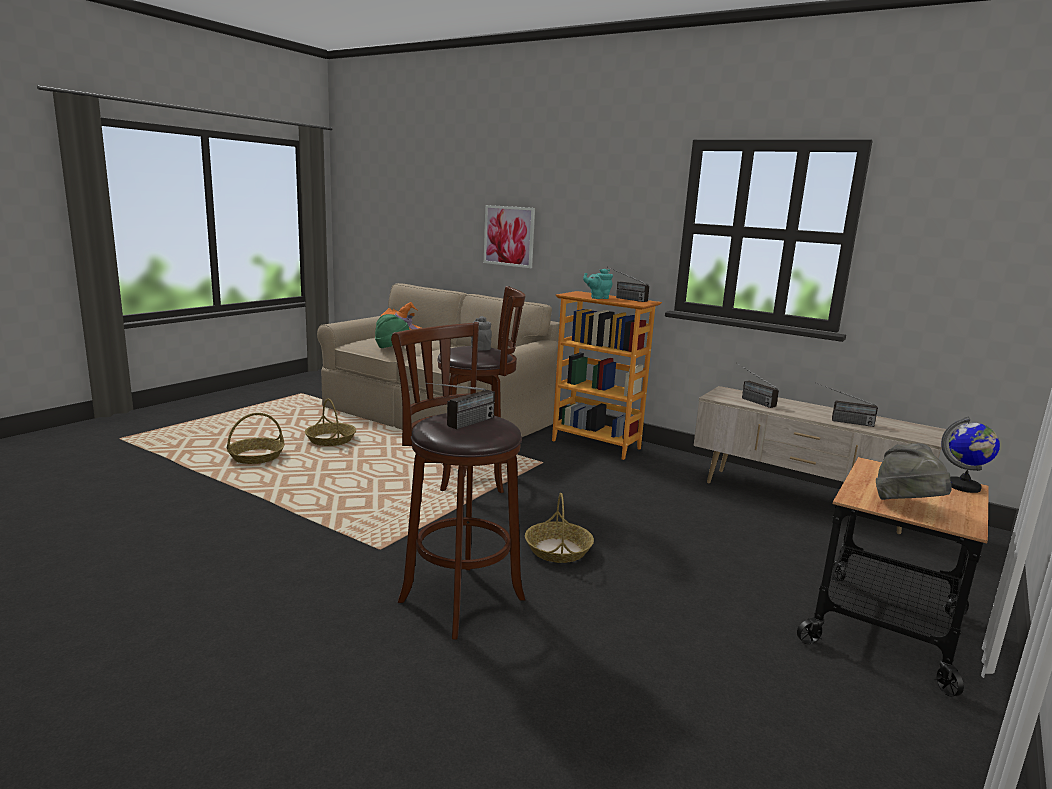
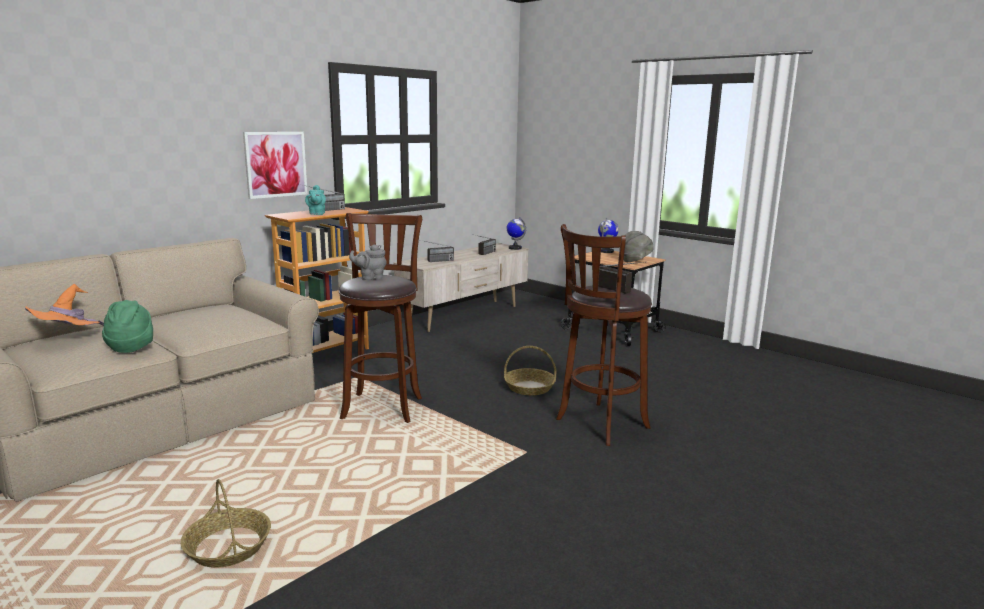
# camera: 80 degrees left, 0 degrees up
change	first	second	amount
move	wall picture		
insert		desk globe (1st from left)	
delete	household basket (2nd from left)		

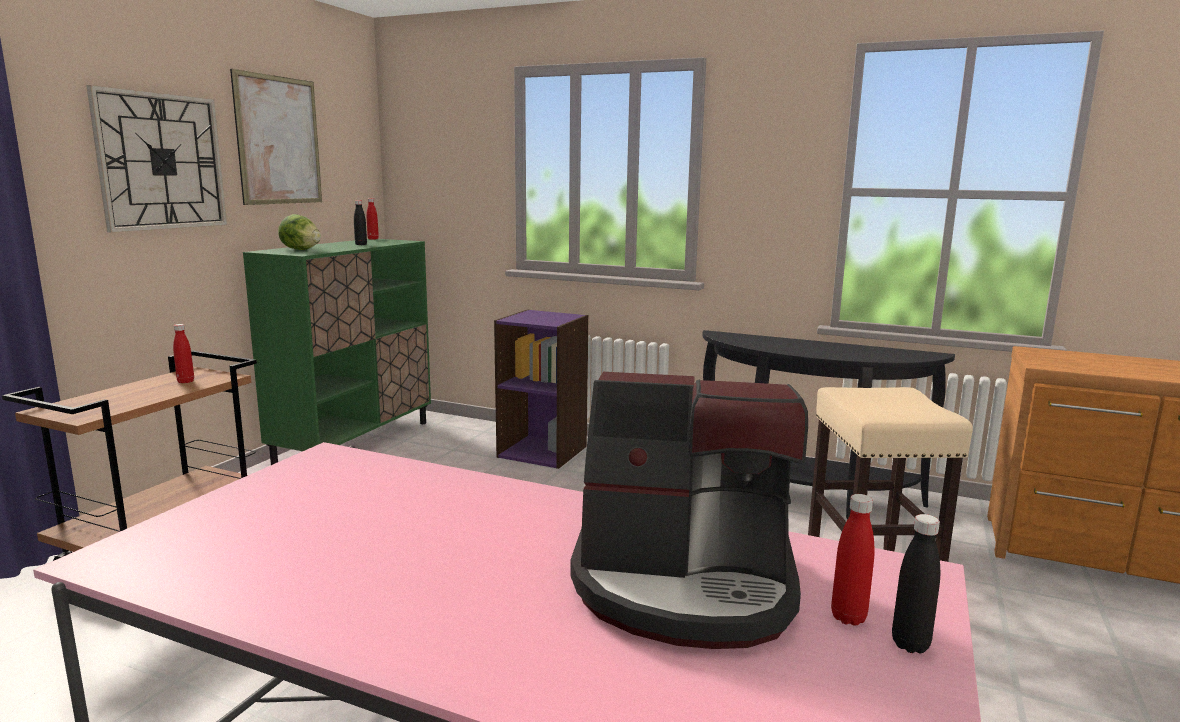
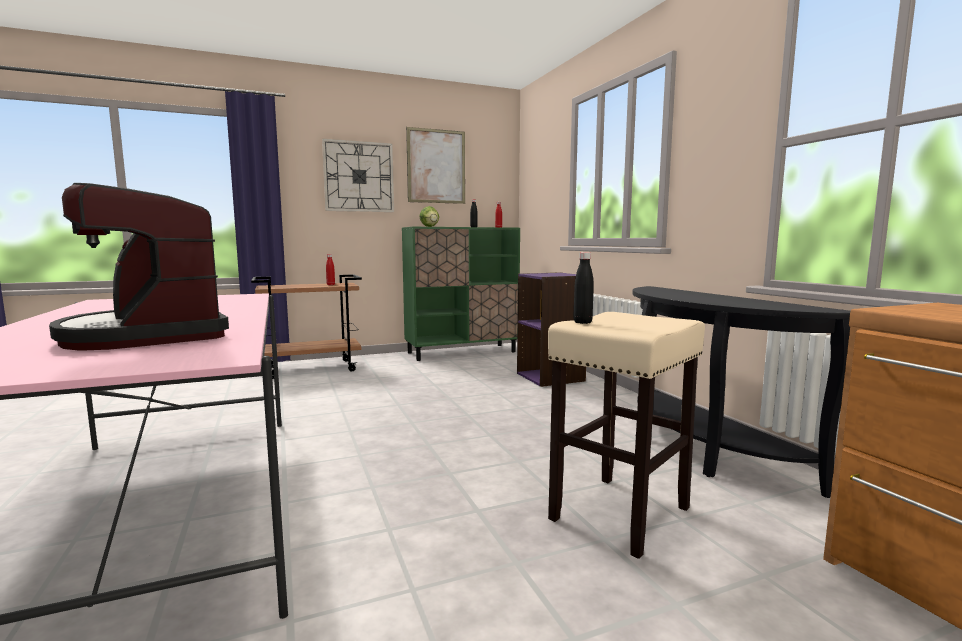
# camera: 45 degrees right, 5 degrees down
change	first	second	amount
move	black-coloured bottle (2nd from left)		
delete	red-coloured bottle (3rd from left)		

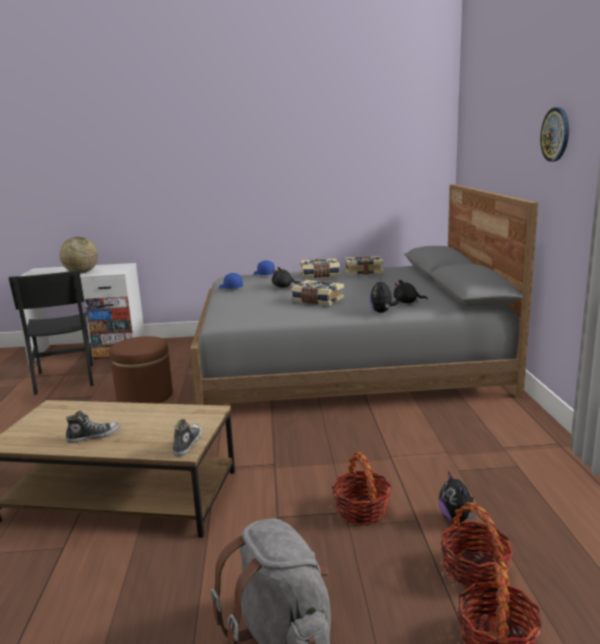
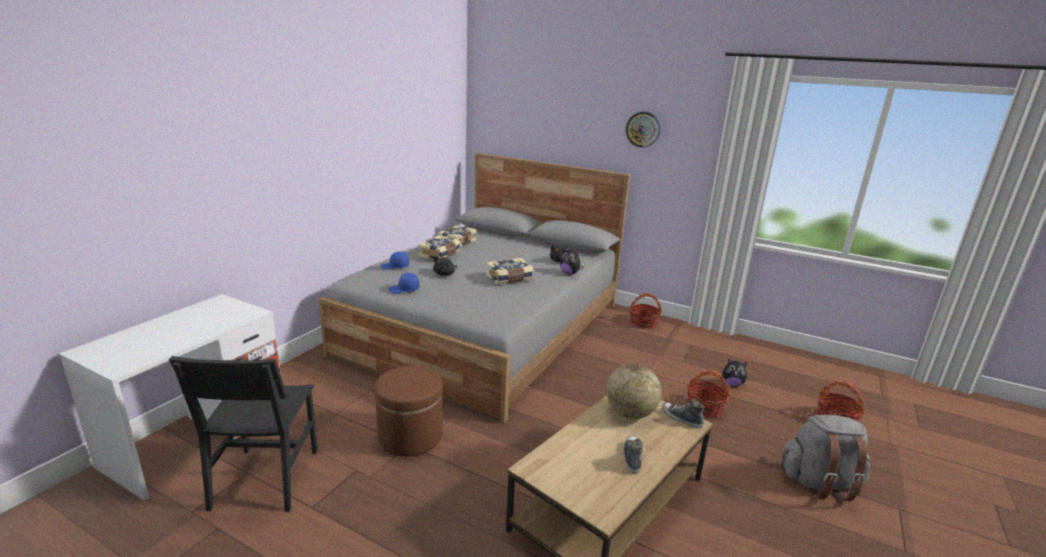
# camera: 60 degrees left, 5 degrees up
change	first	second	amount
rotate	black-coloured chair		75 degrees clockwise
move	desk globe		
move	household basket (2nd from left in the first image)	household basket (1st from left)	

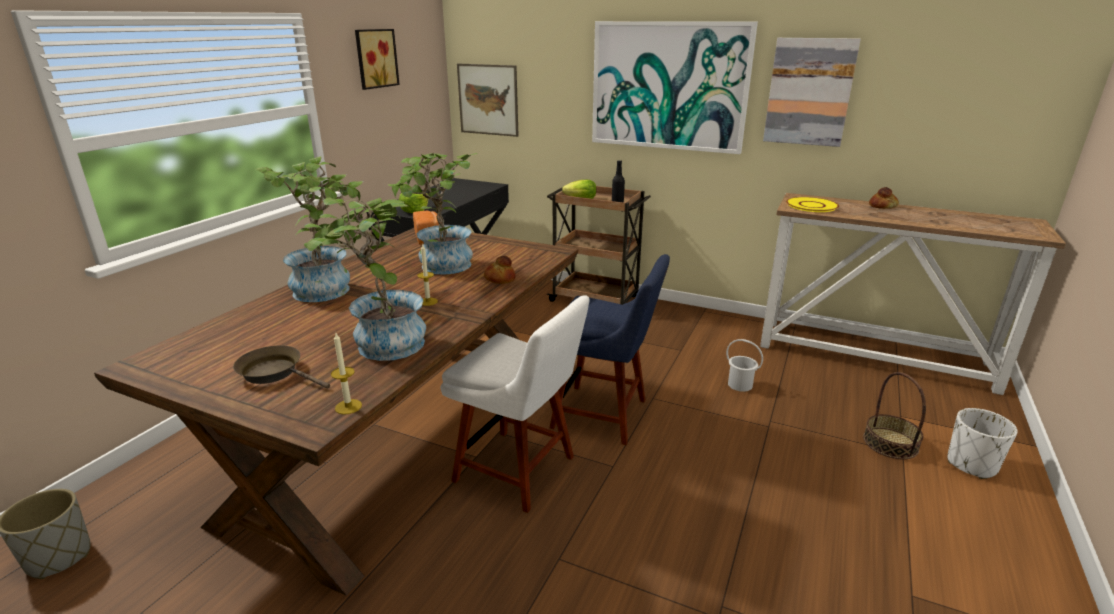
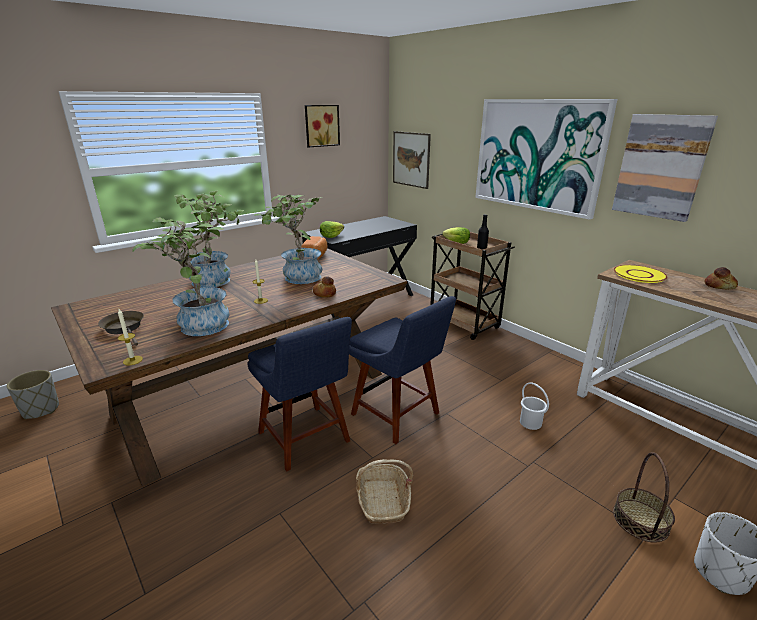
# camera: 25 degrees right, 0 degrees up
change	first	second	amount
recolor	white-coloured chair	blue-coloured chair (1st from left)	
insert		household basket (1st from left)	

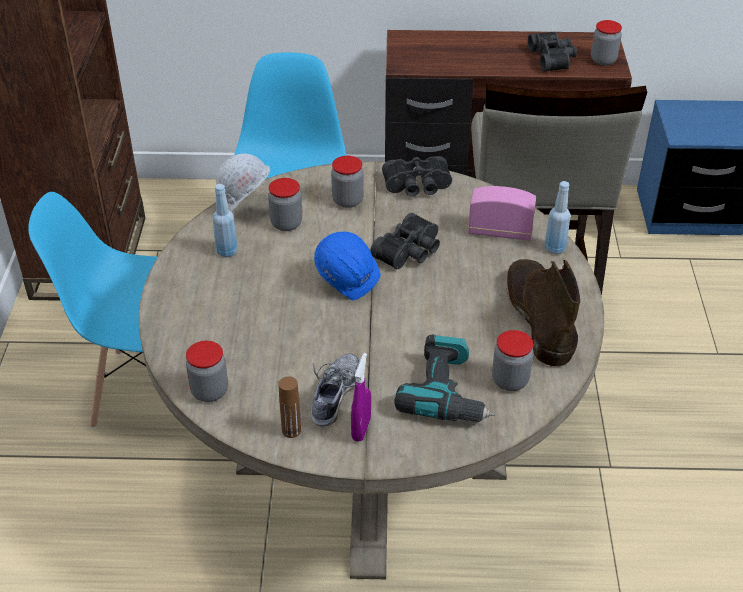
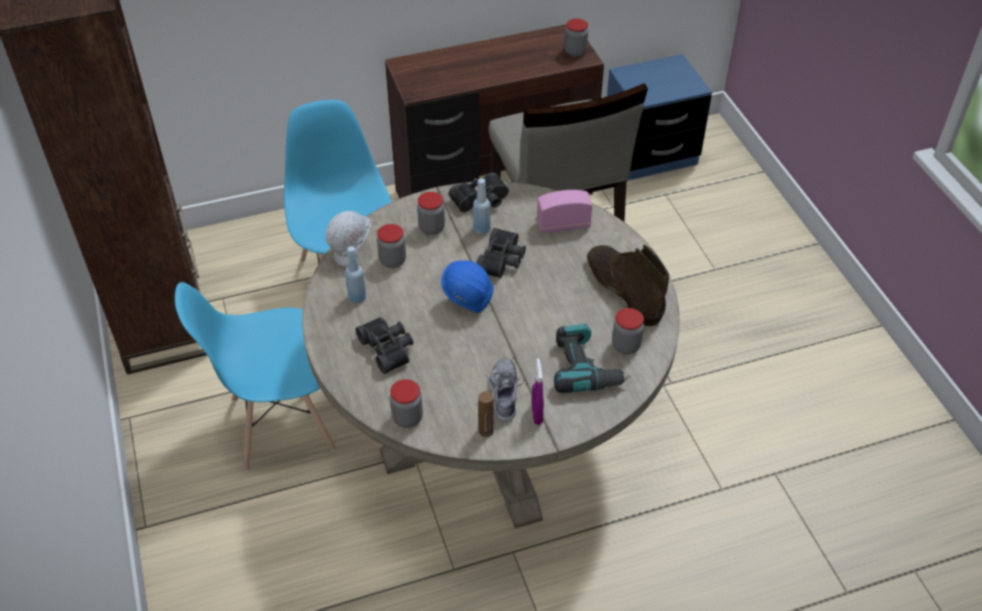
# camera: 20 degrees left, 5 degrees up
change	first	second	amount
move	black-coloured binoculars (3rd from left in the first image)	black-coloured binoculars (1st from left)	
move	blue-coloured bottle (2nd from left)		

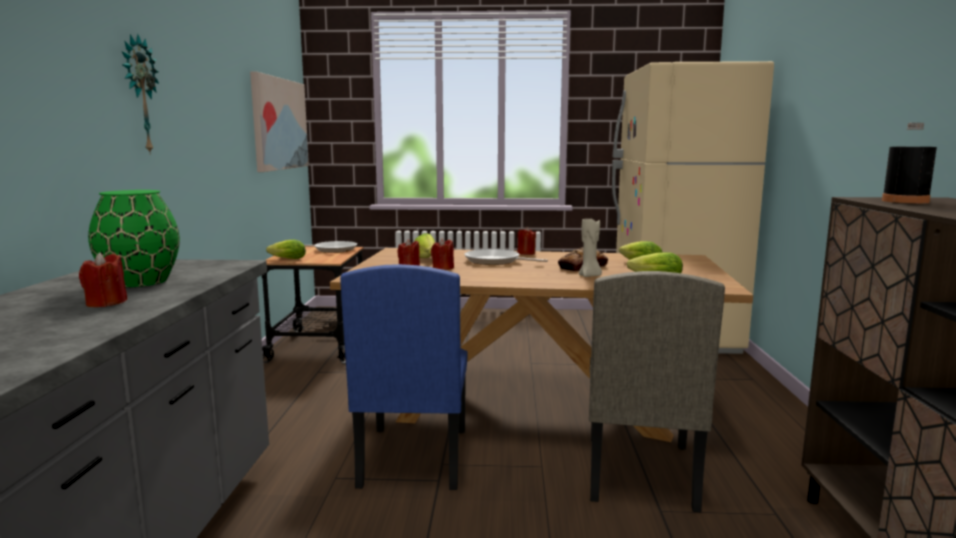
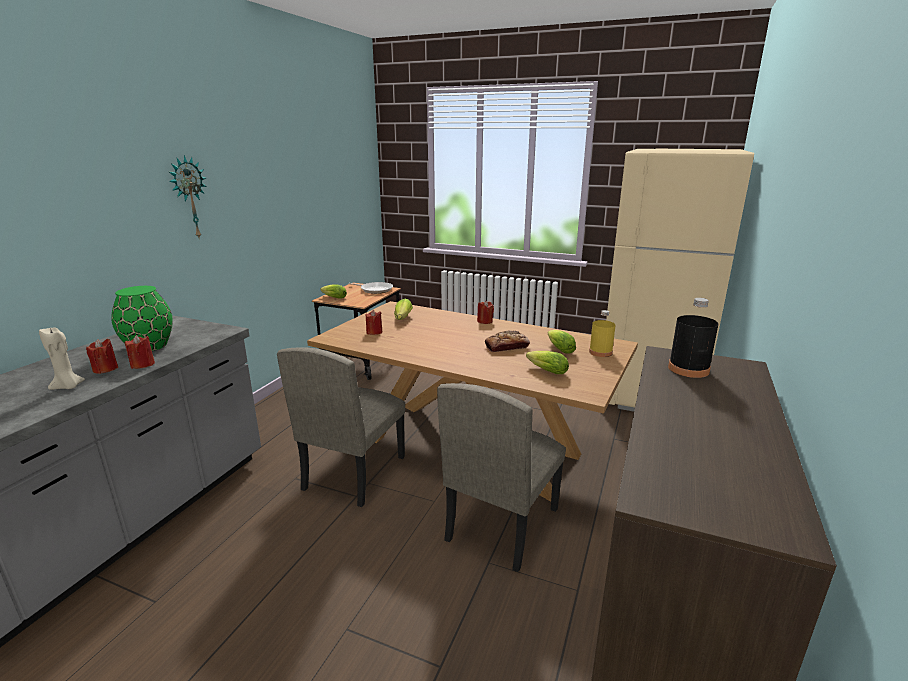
# camera: 20 degrees right, 10 degrees up
change	first	second	amount
move	beige-coloured wax candle		
move	red-coloured wax candle (3rd from left in the first image)	red-coloured wax candle (2nd from left)	
recolor	blue-coloured chair	beige-coloured chair (1st from left)	
insert		yellow bottle	
delete	wall picture		
delete	pan (2nd from left)		

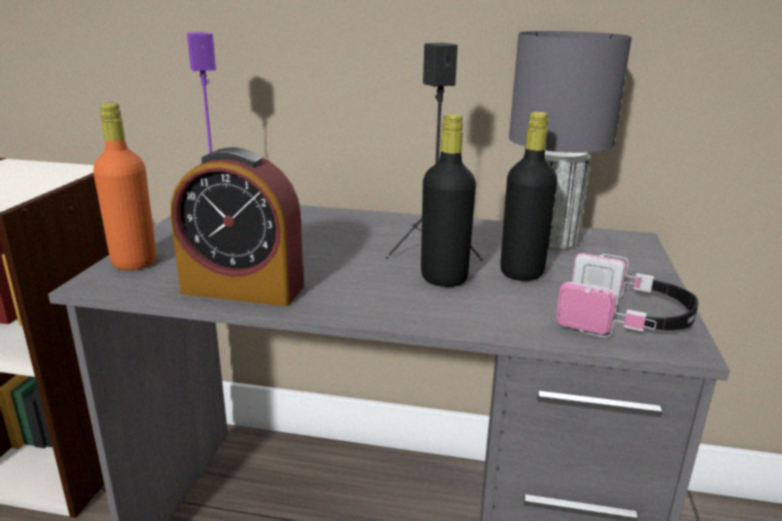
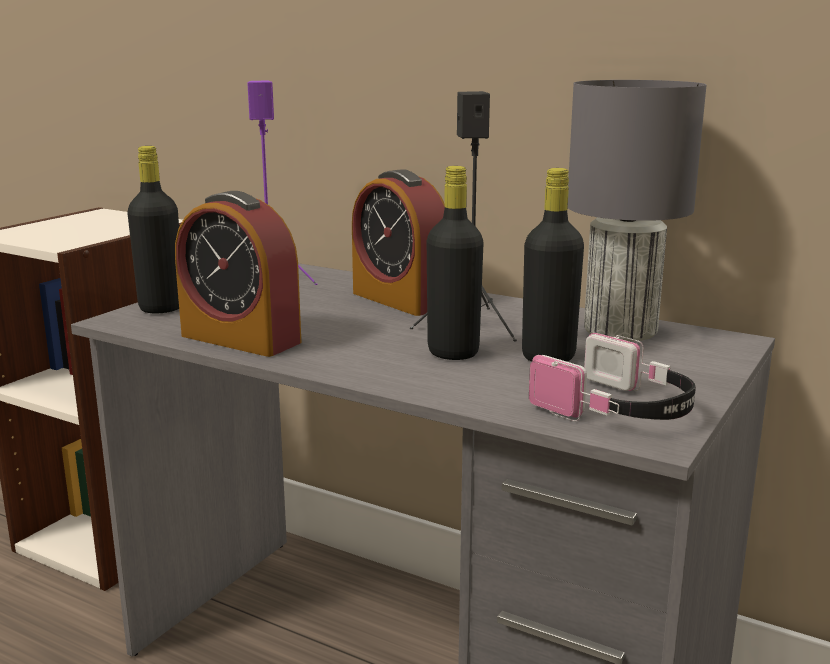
# camera: 20 degrees right, 5 degrees down
change	first	second	amount
recolor	orange bottle	black-coloured bottle (1st from left)	
insert		table clock (2nd from left)	

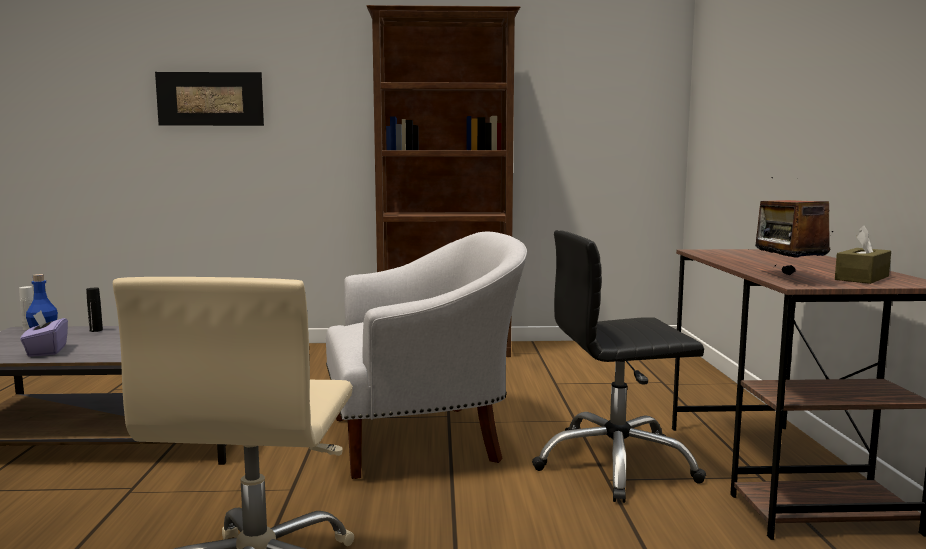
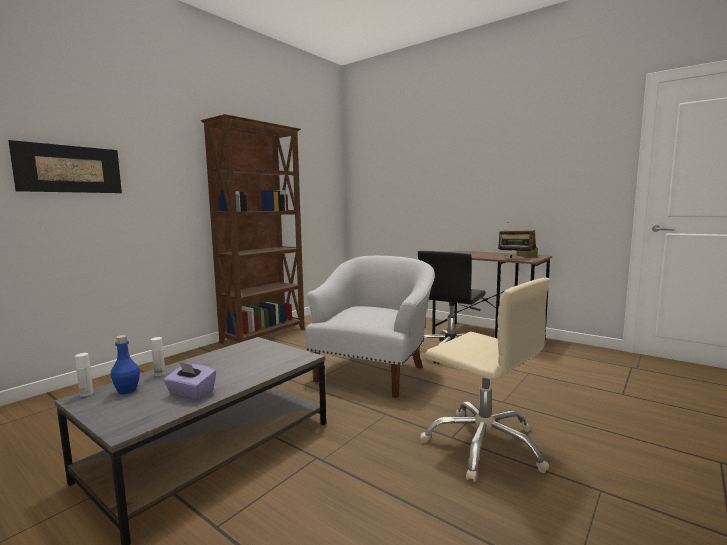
# camera: 50 degrees left, 0 degrees up
change	first	second	amount
recolor	black-coloured bottle	white-coloured bottle (2nd from left)	

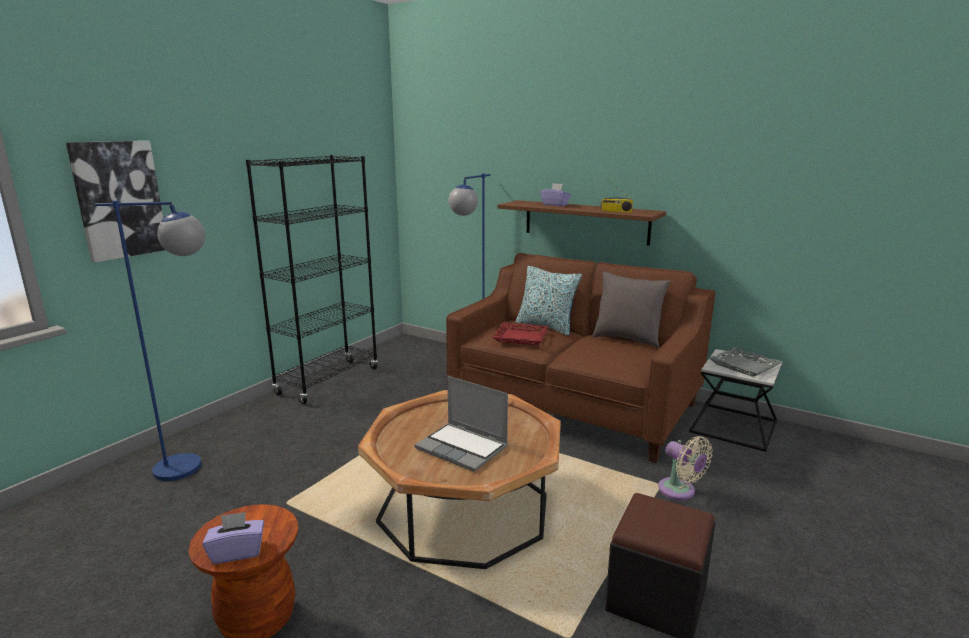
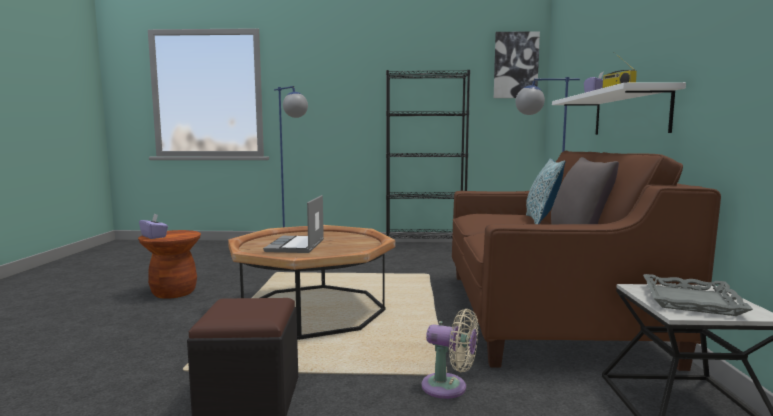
# camera: 60 degrees right, 10 degrees down
change	first	second	amount
rotate	beige-coloured fan		90 degrees counterclockwise
move	wall picture		
recolor	brown shelf	white-coloured shelf	
delete	red-coloured serving tray		

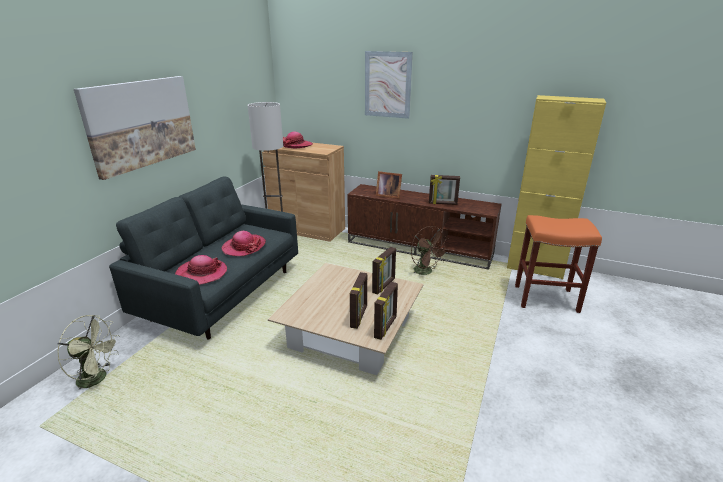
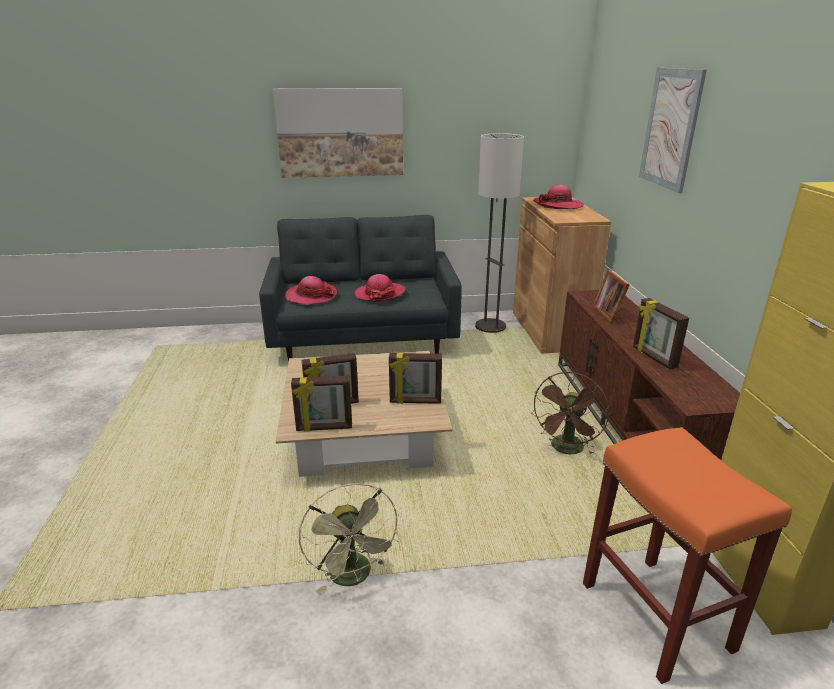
# camera: 60 degrees right, 0 degrees up
change	first	second	amount
move	green fan		

